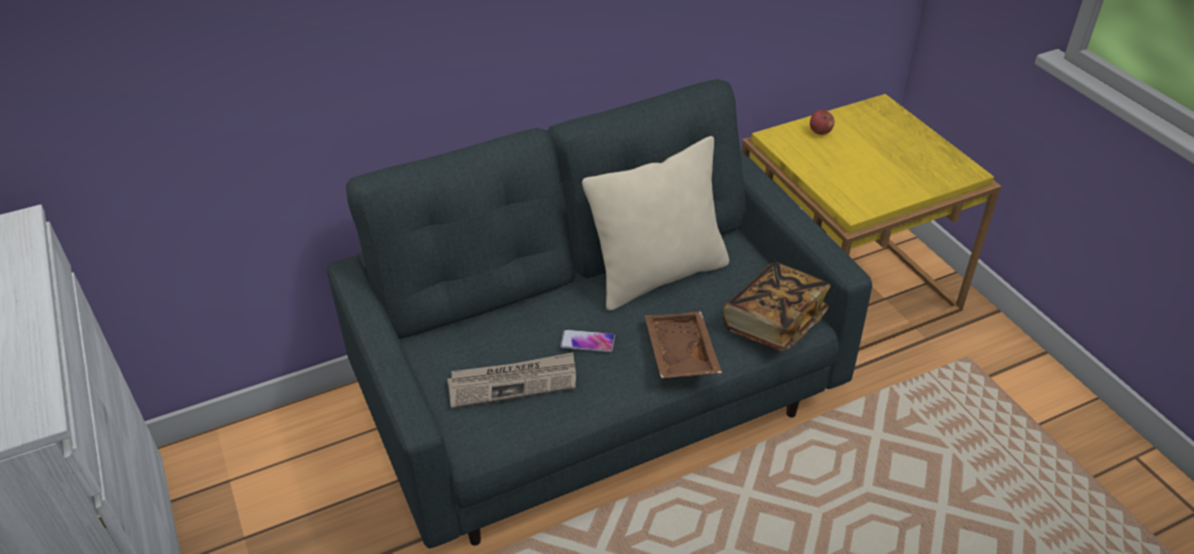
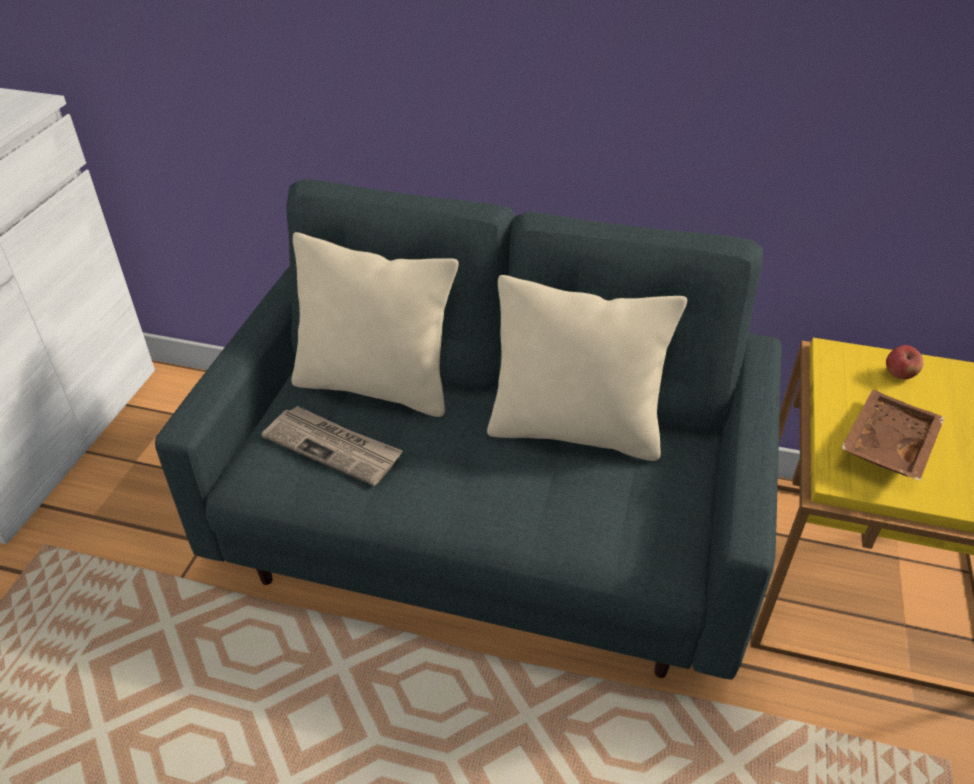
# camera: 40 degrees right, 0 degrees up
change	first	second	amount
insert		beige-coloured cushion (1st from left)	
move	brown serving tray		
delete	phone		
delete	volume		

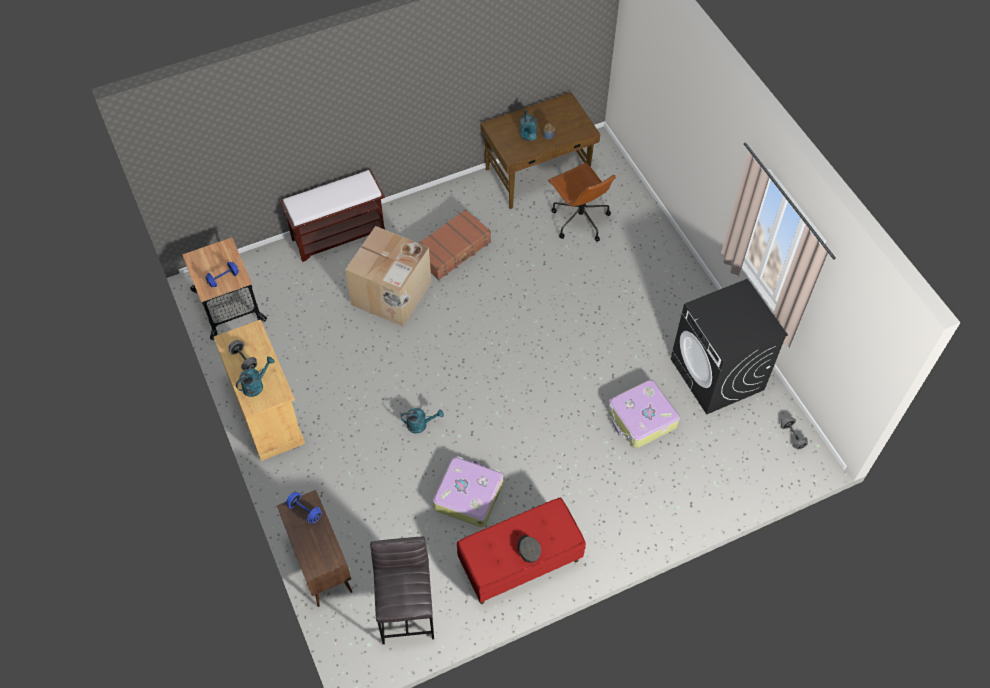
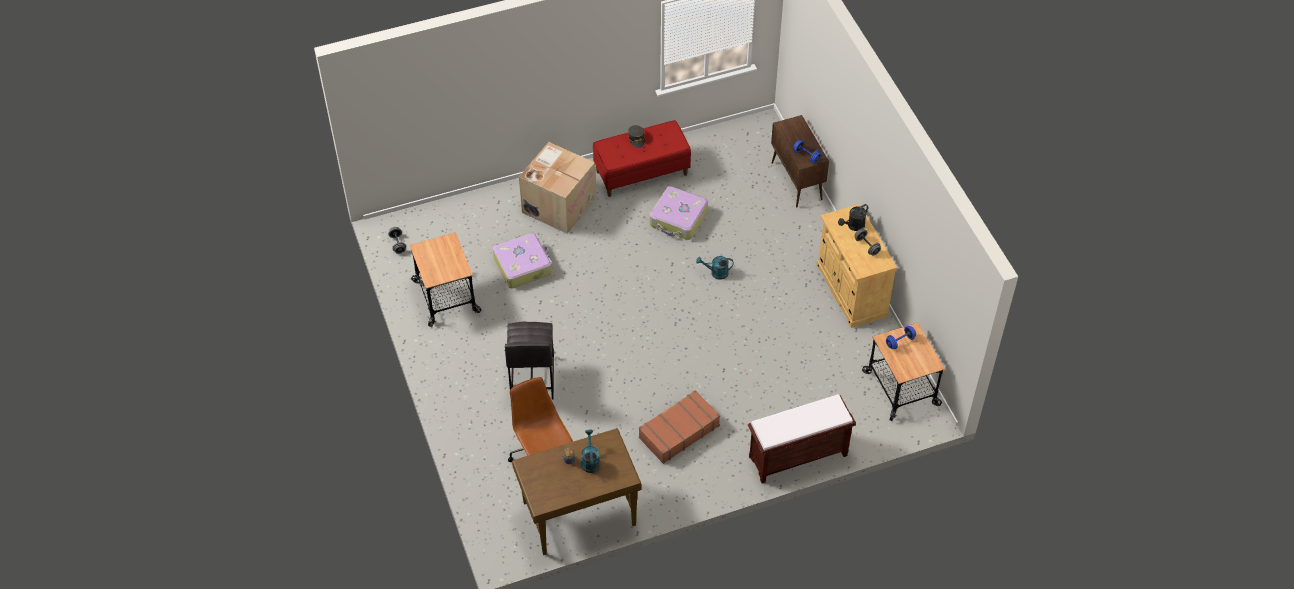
# camera: 175 degrees left, 5 degrees down
change	first	second	amount
replace	black-coloured laundry machine	wheeled cart (1st from left)	
move	greyish stool		
move	cardboard box		
recolor	turquoise watering pot (1st from left)	black-coloured watering pot	

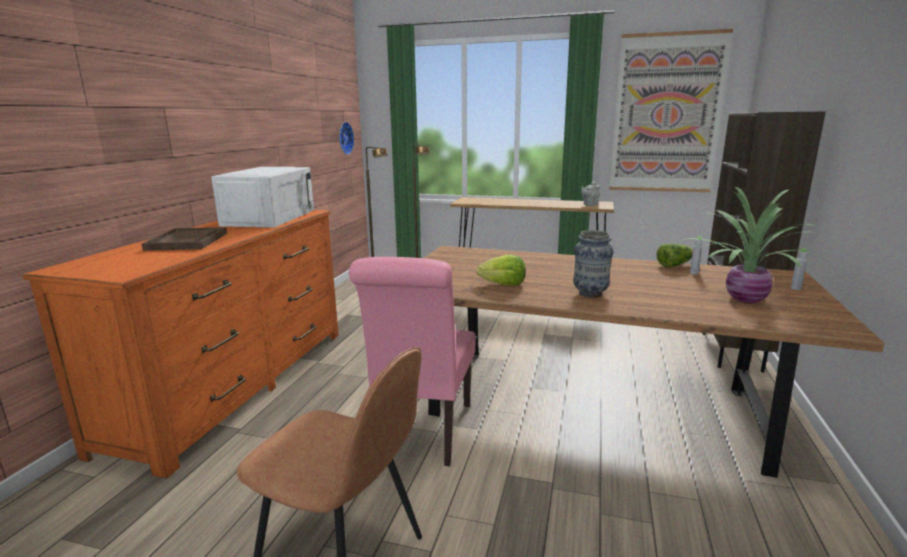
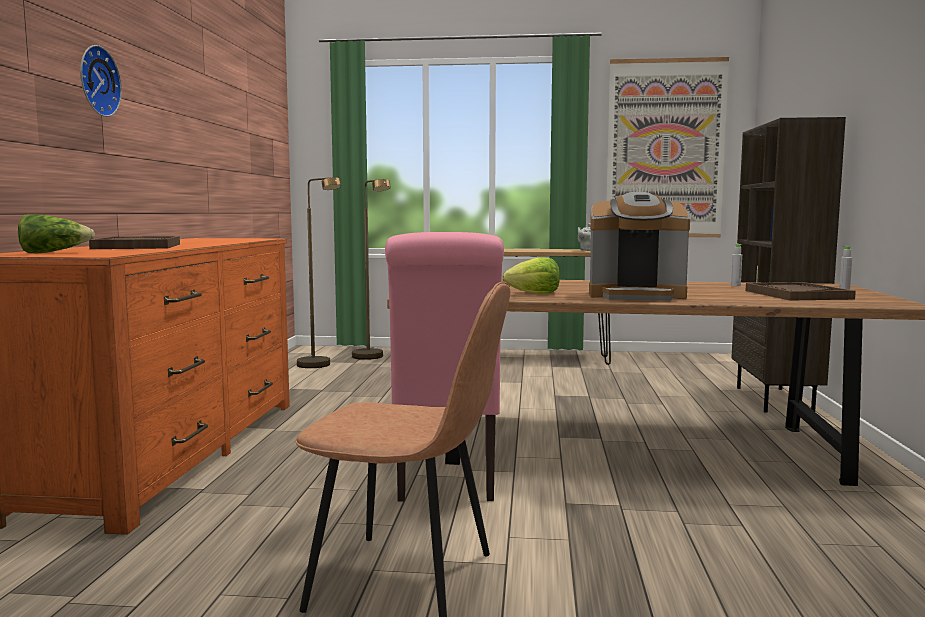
# camera: 10 degrees left, 10 degrees down
change	first	second	amount
move	head of lettuce (2nd from left in the first image)	head of lettuce (1st from left)	
move	wall clock		
replace	vase	coffee brewer	
replace	houseplant	brown serving tray (2nd from left)	
delete	white-coloured kitchen microwave		

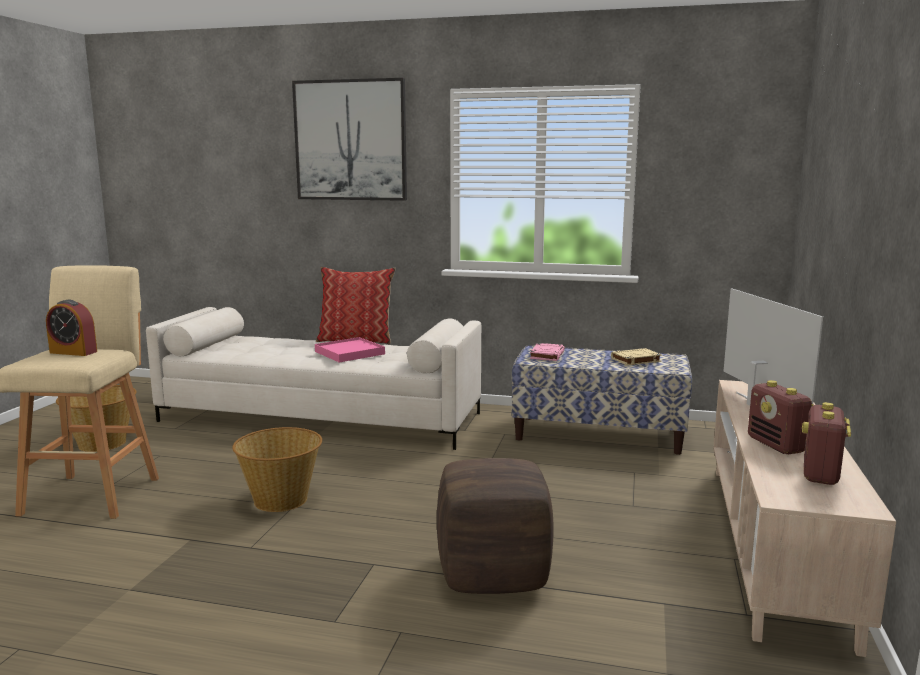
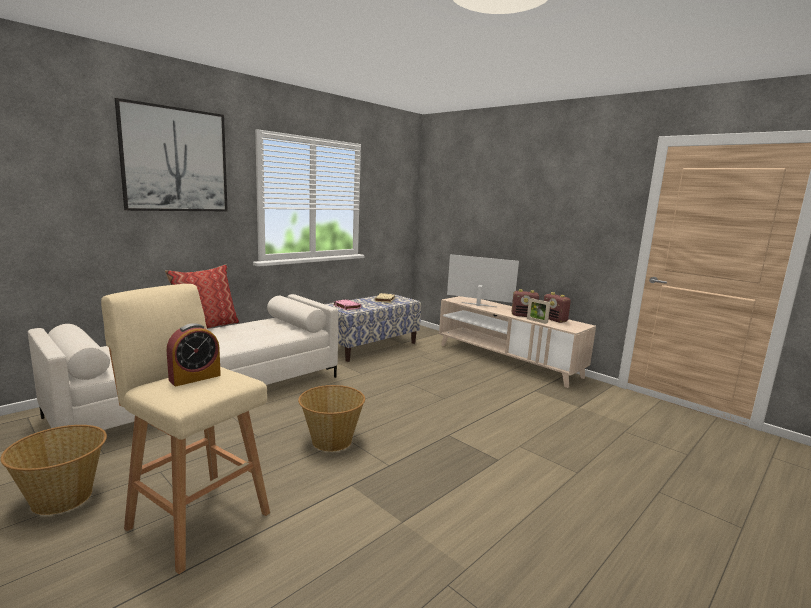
# camera: 60 degrees left, 0 degrees up
change	first	second	amount
insert		photo frame	
delete	pinkish serving tray		
delete	brown ottoman		

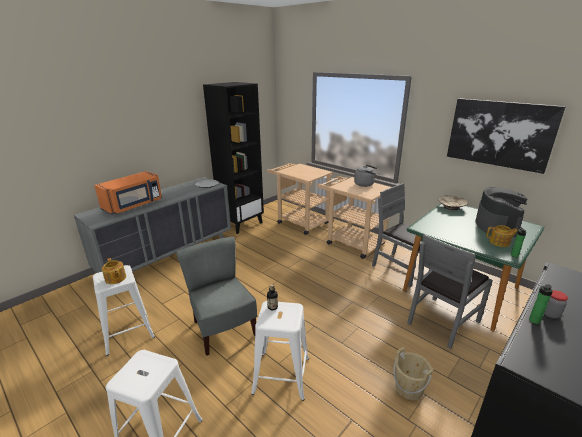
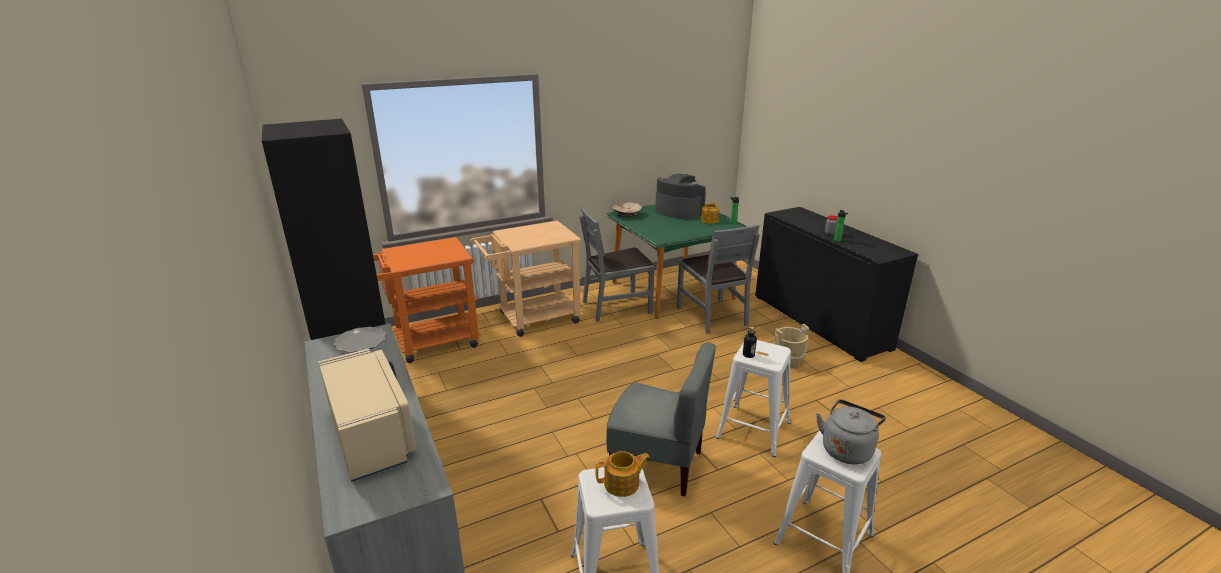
# camera: 70 degrees left, 0 degrees up
change	first	second	amount
recolor	orange kitchen microwave	beige-coloured kitchen microwave	
recolor	beige-coloured wheeled cart (1st from left)	orange wheeled cart	
rotate	greyish chair (1st from left in the first image)	greyish chair (2nd from left)	150 degrees counterclockwise
move	greyish water kettle		
delete	wall picture		

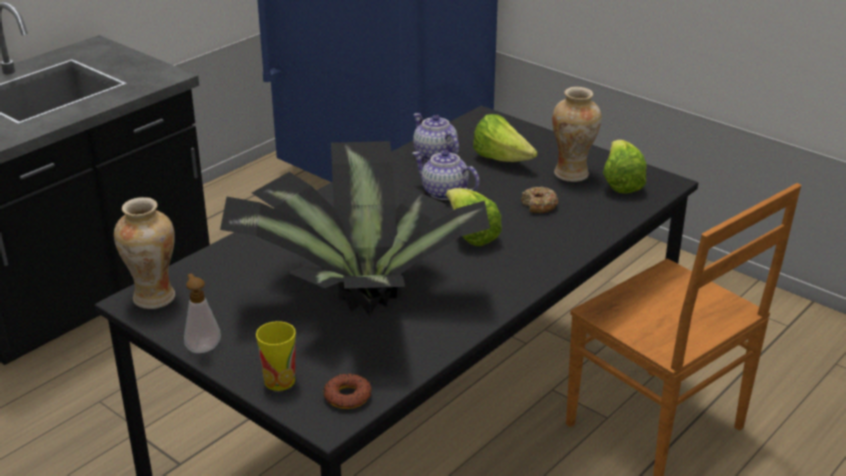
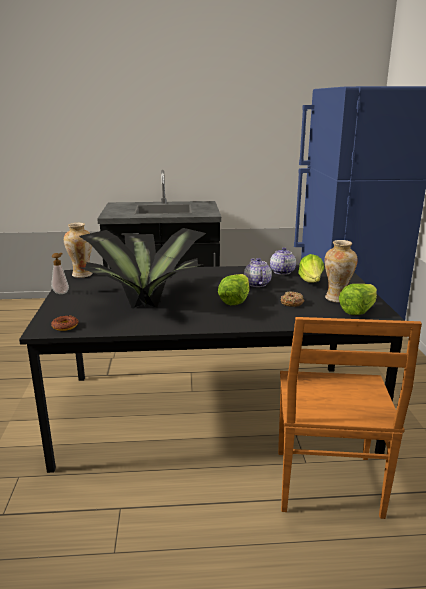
# camera: 45 degrees right, 10 degrees down
change	first	second	amount
delete	cup		

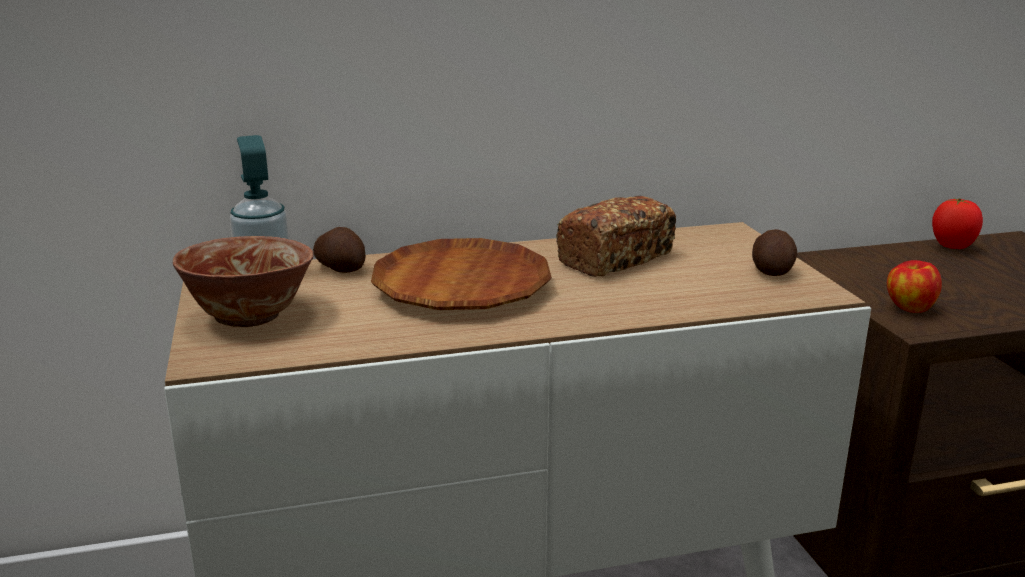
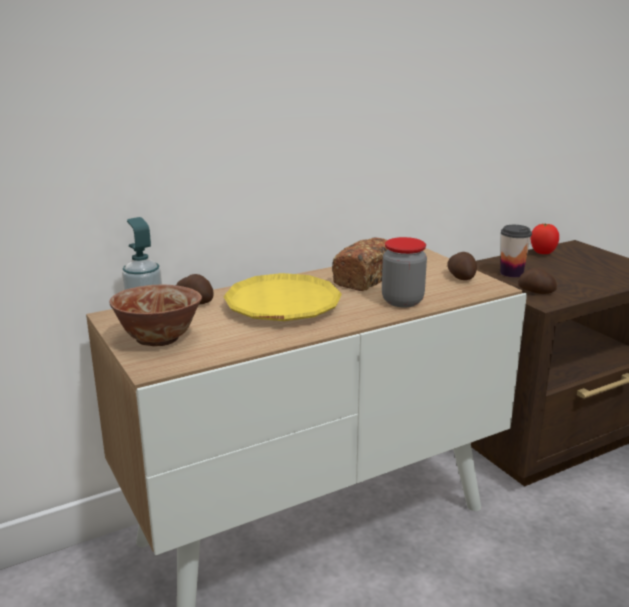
# camera: 15 degrees left, 0 degrees up
change	first	second	amount
recolor	brown flat dish	yellow flat dish	
insert		storage jar	
insert		cup	
replace	whole apple	whole potato (3rd from left)	

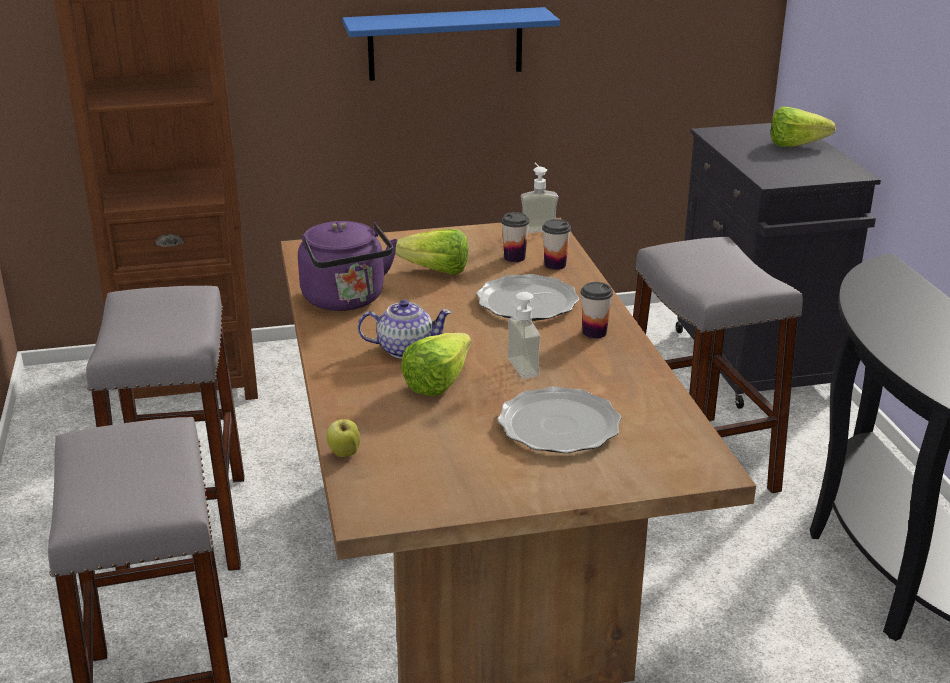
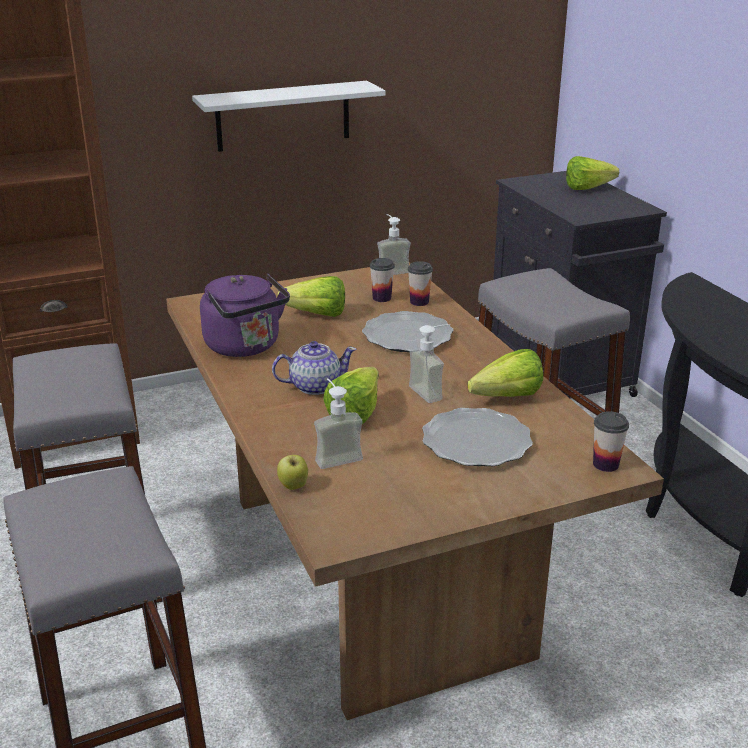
# camera: 10 degrees left, 0 degrees up
change	first	second	amount
recolor	blue-coloured shelf	white-coloured shelf	
insert		liquid soap bottle (1st from left)	
insert		head of lettuce (3rd from left)	
move	cup (3rd from left)		

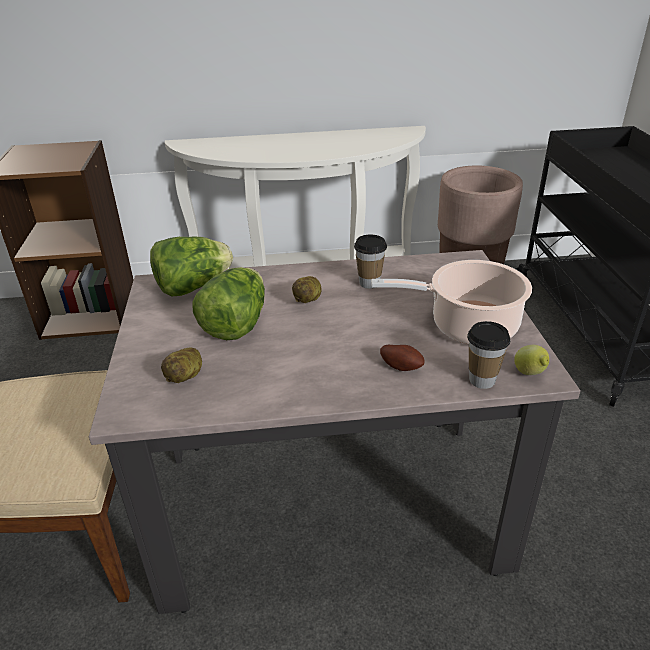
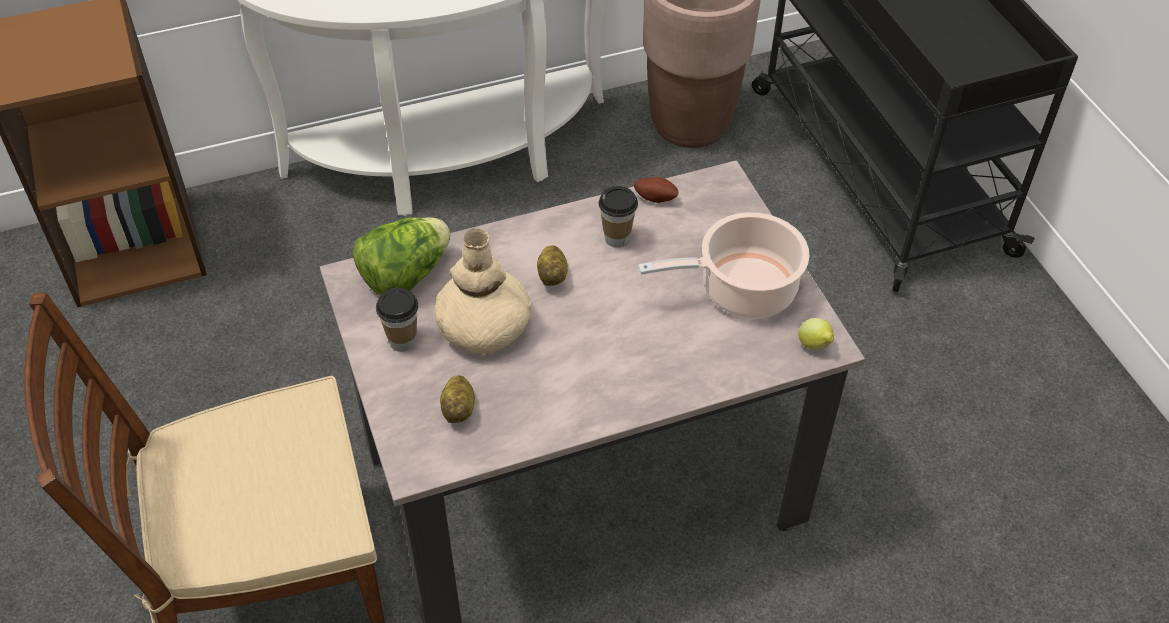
# camera: 15 degrees left, 15 degrees up
change	first	second	amount
move	cup (2nd from left in the first image)	cup (1st from left)	
replace	head of lettuce (2nd from left)	beige-coloured vase	
move	whole potato (3rd from left)		

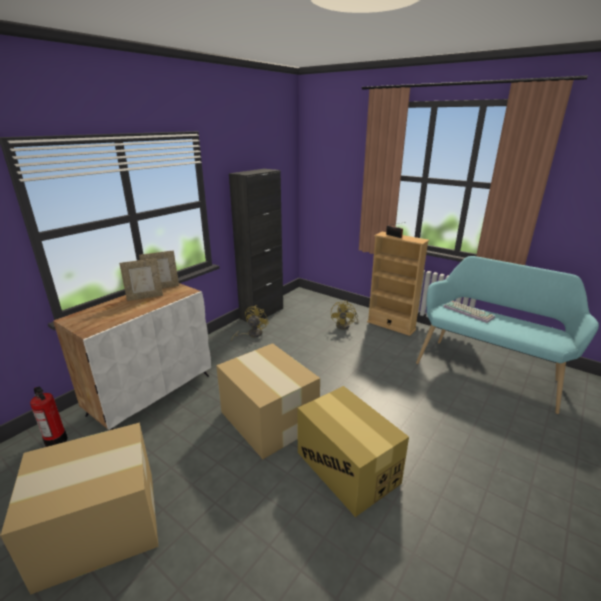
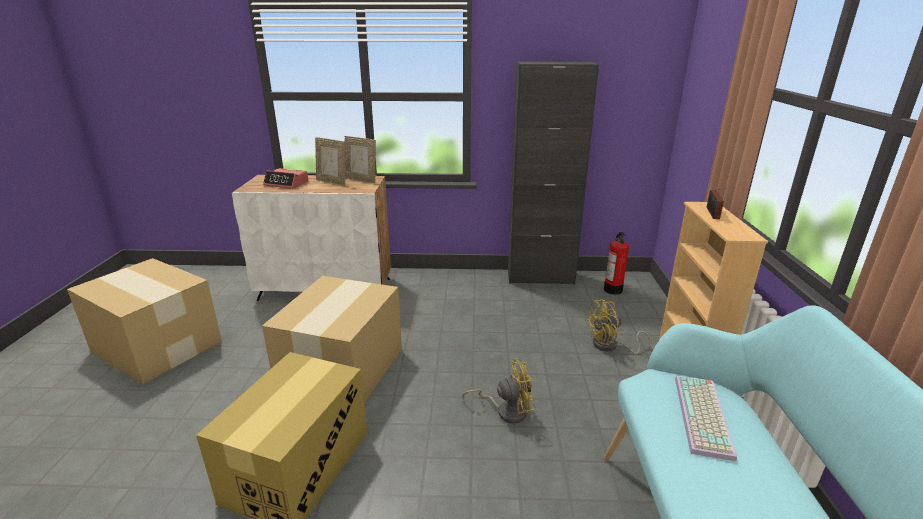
# camera: 55 degrees right, 0 degrees up
change	first	second	amount
insert		table clock	
move	yellow fan (1st from left)		
move	fire extinguisher		

